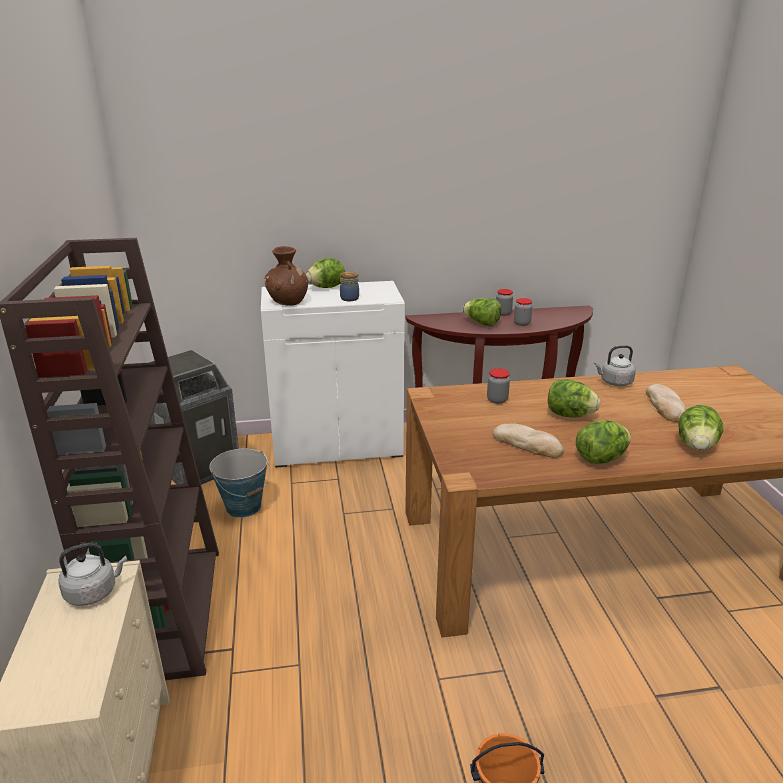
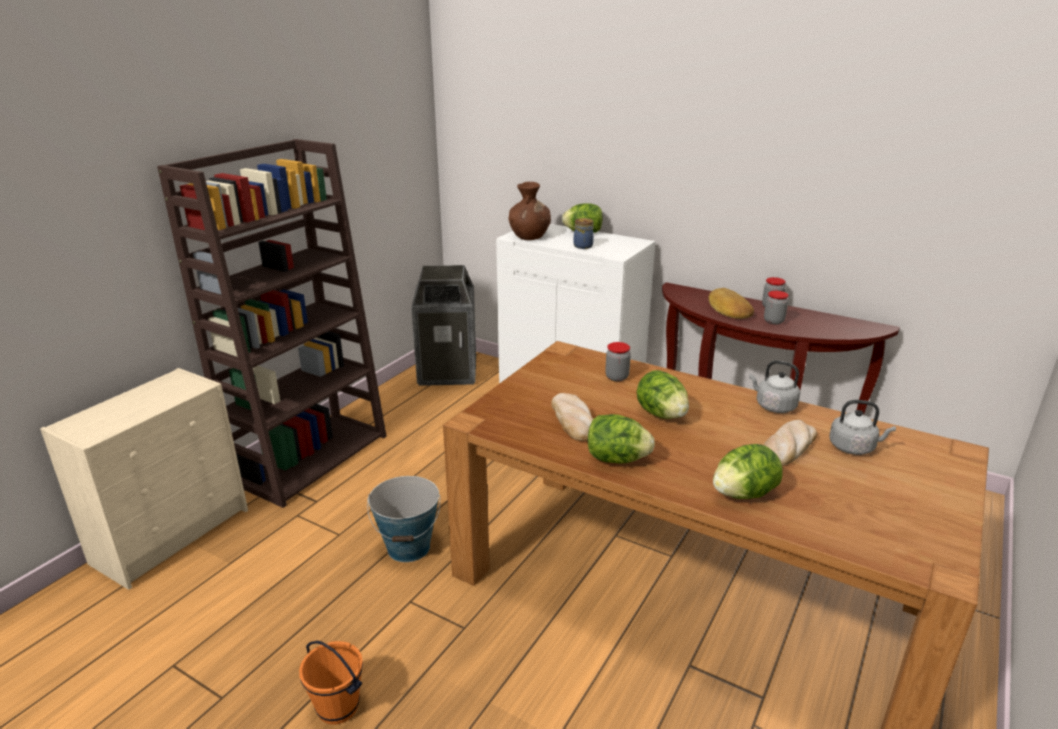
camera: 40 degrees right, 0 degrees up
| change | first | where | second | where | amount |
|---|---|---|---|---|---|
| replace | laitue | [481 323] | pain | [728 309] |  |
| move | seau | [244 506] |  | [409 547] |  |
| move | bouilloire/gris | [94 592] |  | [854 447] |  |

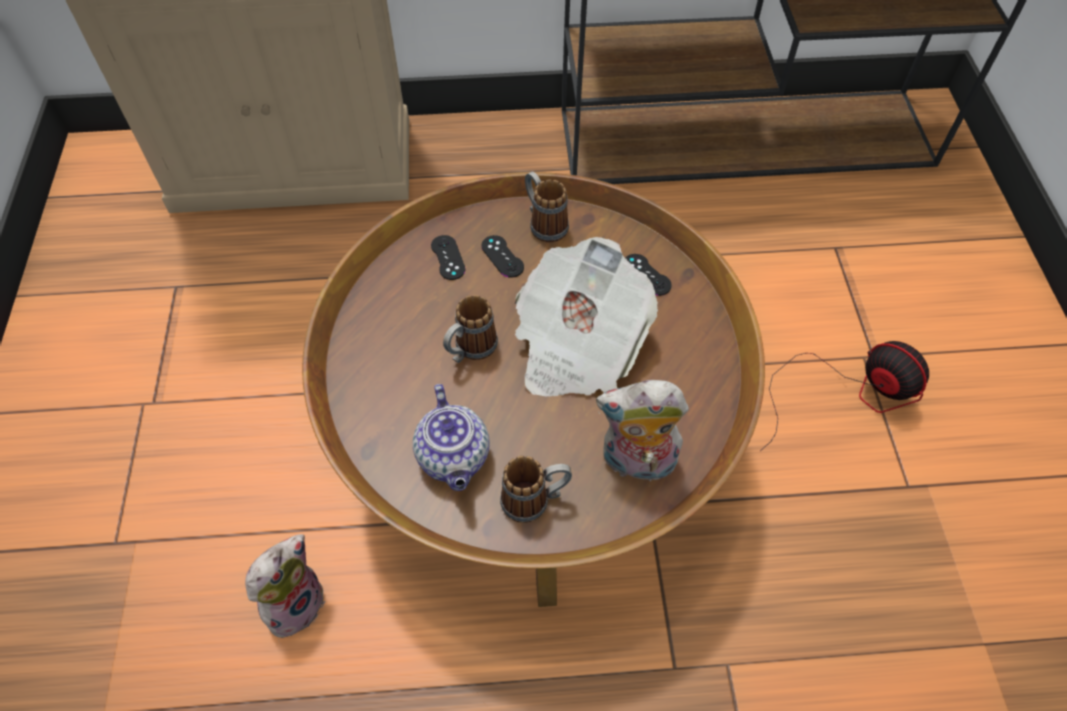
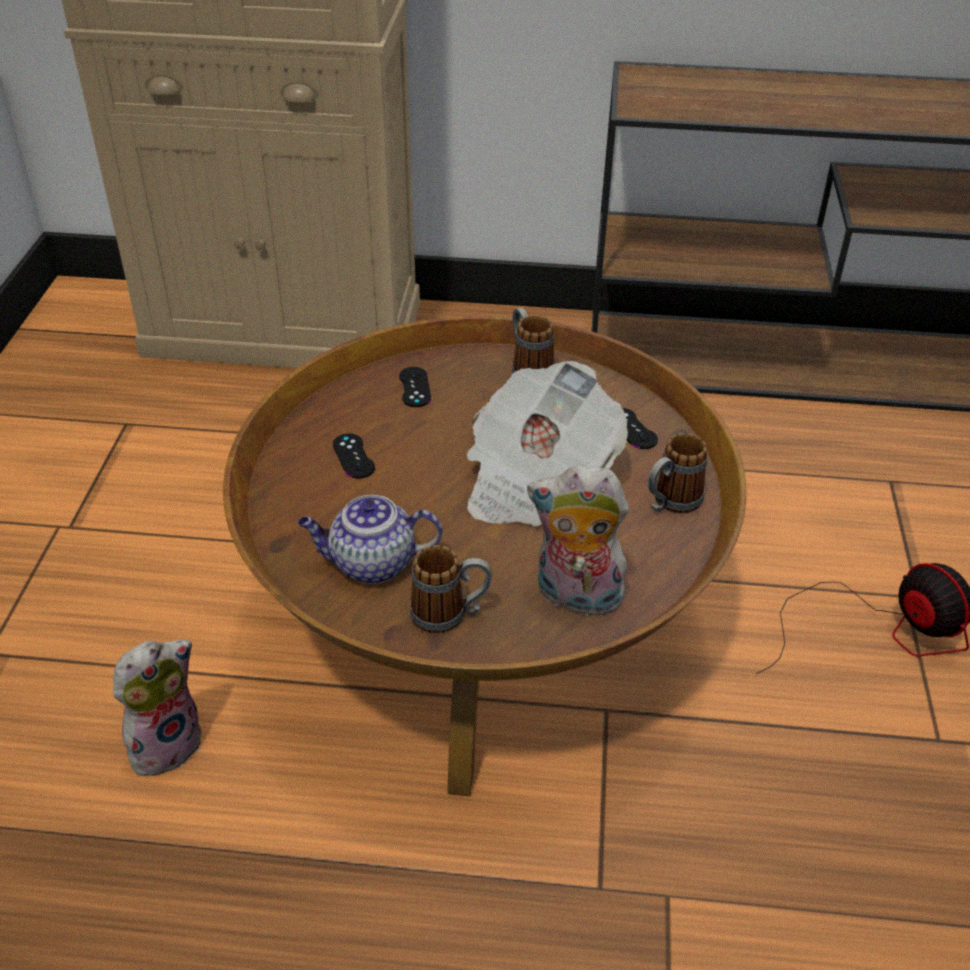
camera: 10 degrees right, 15 degrees down
| change | first | where | second | where | amount |
|---|---|---|---|---|---|
| move | manette/noir | [502 256] |  | [353 456] |  |
| move | mug | [470 350] |  | [670 503] |  |
| rotate | théière | [455 458] |  | [371 564] | 90 degrees clockwise |

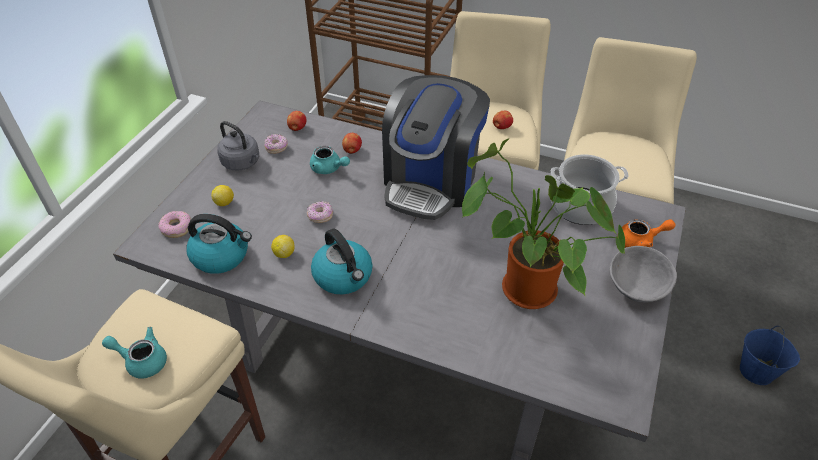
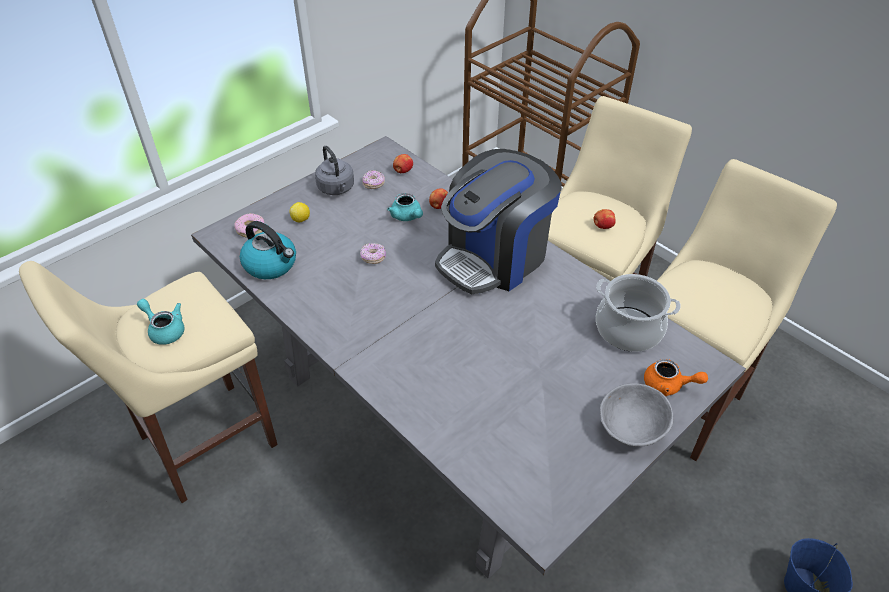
camera: 25 degrees right, 0 degrees up
| change | first | where | second | where | amount |
|---|---|---|---|---|---|
| delete | plante en pot | [522 290] |  |  |  |
| delete | bouilloire | [343 276] |  |  |  |
| delete | citron | [284 253] |  |  |  |

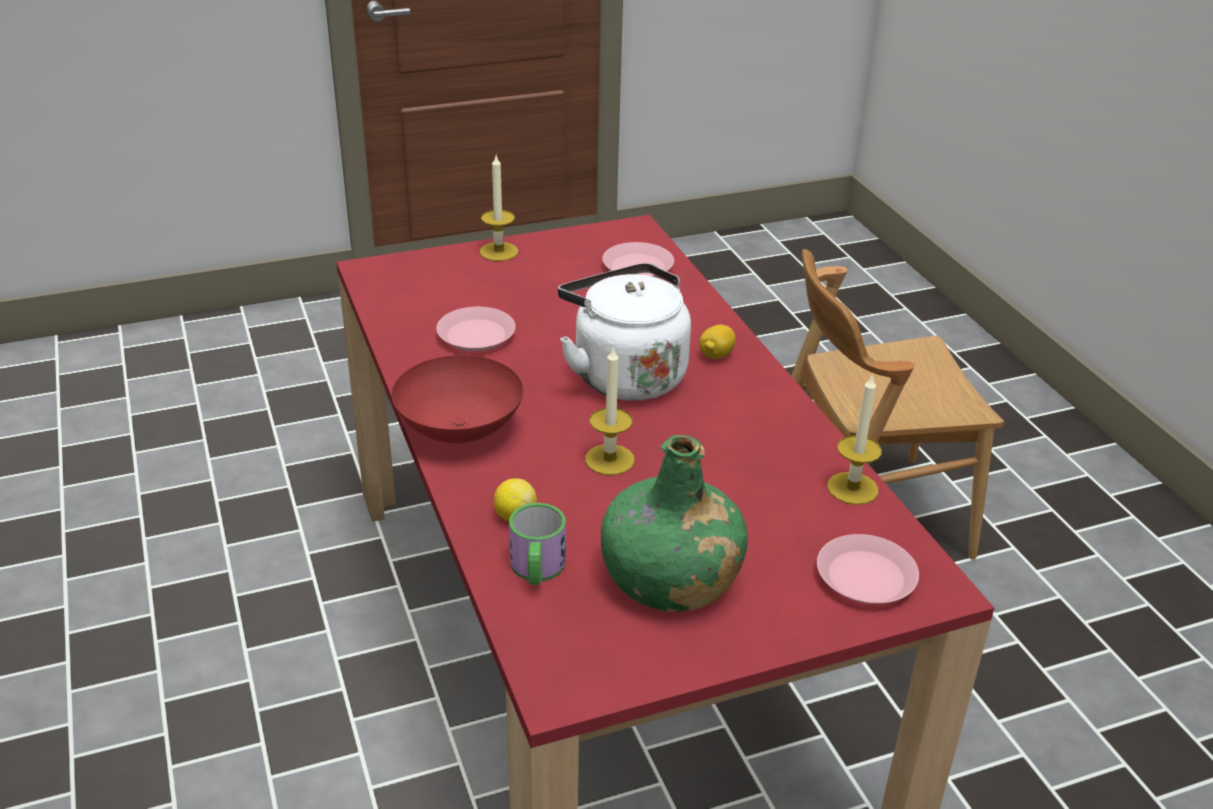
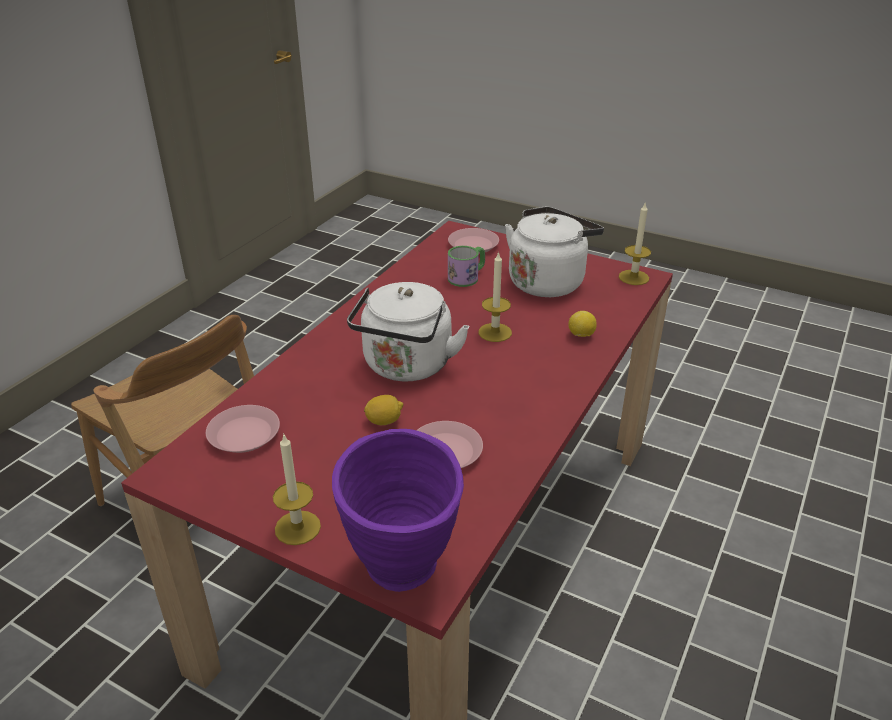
camera: 130 degrees left, 0 degrees up
| change | first | where | second | where | amount |
|---|---|---|---|---|---|
| move | citron | [716 355] |  | [384 421] |  |
| delete | bol/rouge | [461 431] |  |  |  |
| move | bougie | [852 488] |  | [633 277] |  |
| replace | bouteille/vert | [670 578] | bouilloire/blanc | [548 281] |  |
| move | mug | [537 570] |  | [467 277] |  |
| insert |  |  | vase/violet | [404 577] |  |

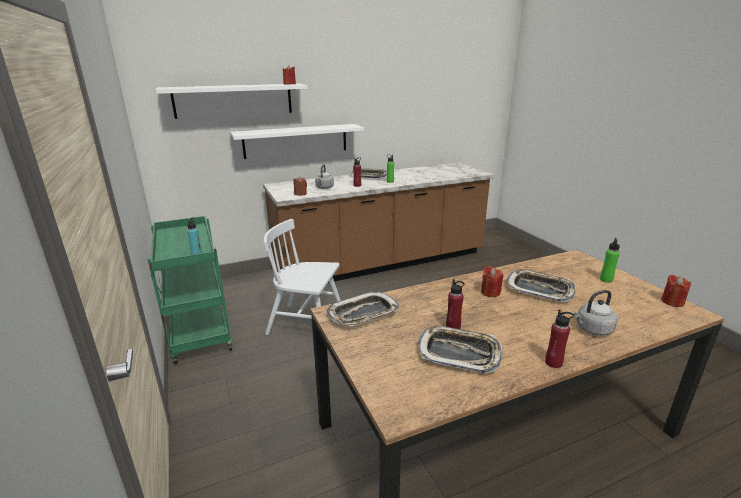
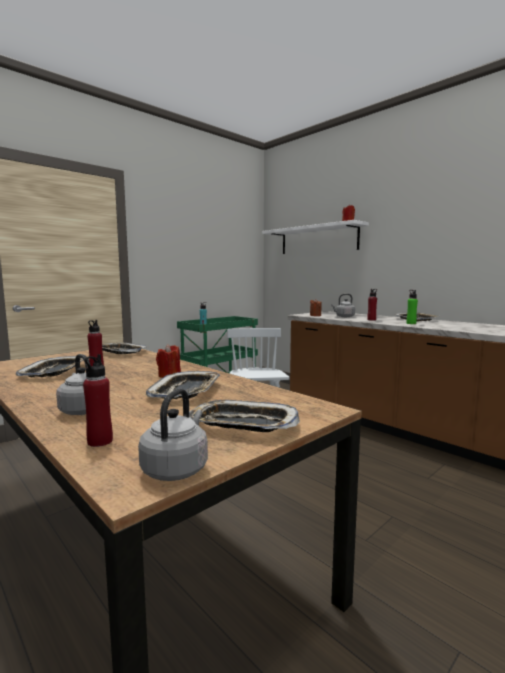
camera: 70 degrees right, 15 degrees down
| change | first | where | second | where | amount |
|---|---|---|---|---|---|
| delete | étagère/blanc | [296 141] |  |  |  |
| replace | bouteille/vert | [606 279] | plateau | [243 423] |  |
| replace | bougie/rouge | [672 302] | bouilloire/gris | [176 468] |  |
| move | bouteille/rouge | [553 363] |  | [100 441] |  |

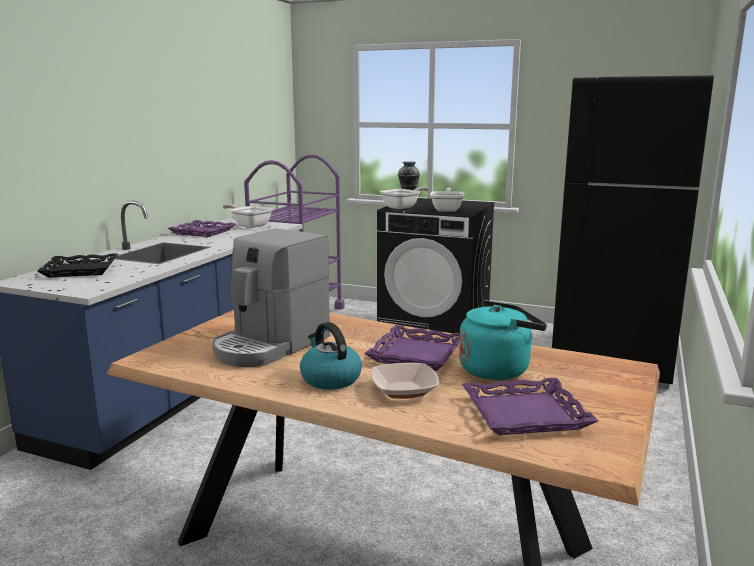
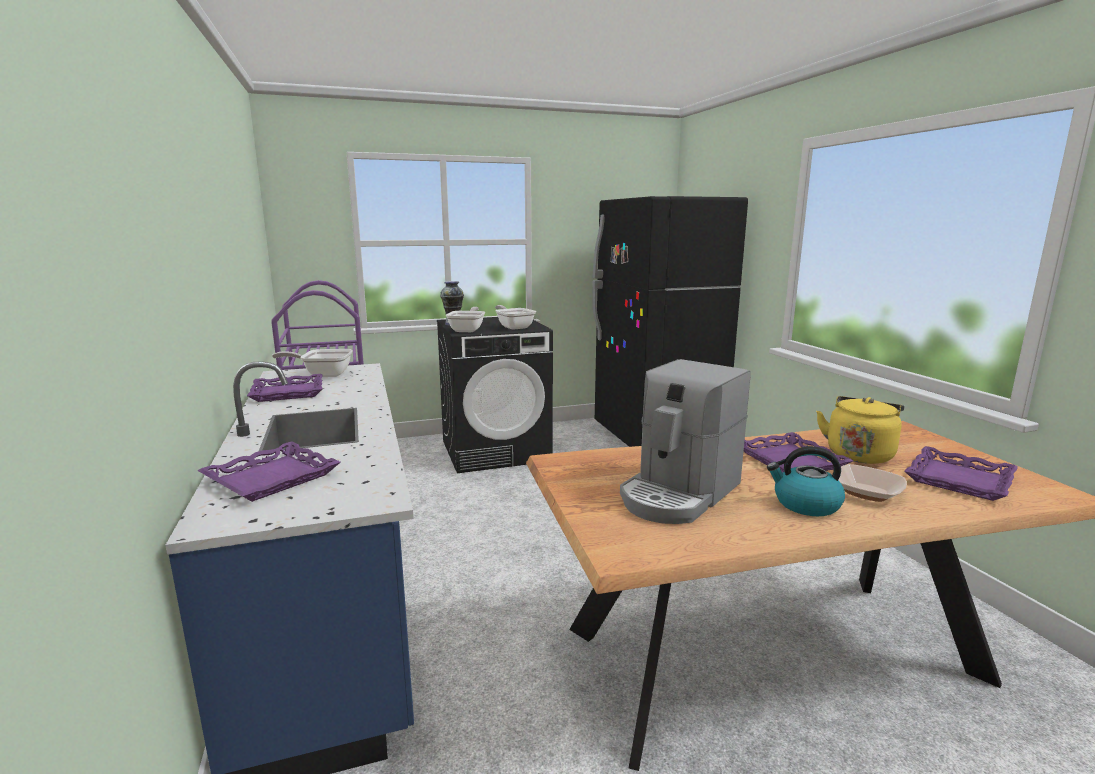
camera: 40 degrees left, 0 degrees up
| change | first | where | second | where | amount |
|---|---|---|---|---|---|
| rotate | machine à café | [270 345] |  | [679 494] | 45 degrees clockwise |
| recolor | plateau/noir | [81 270] | plateau/violet | [271 478] |  |
| recolor | bouilloire/turquoise | [497 369] | bouilloire/jaune | [859 454] |  |

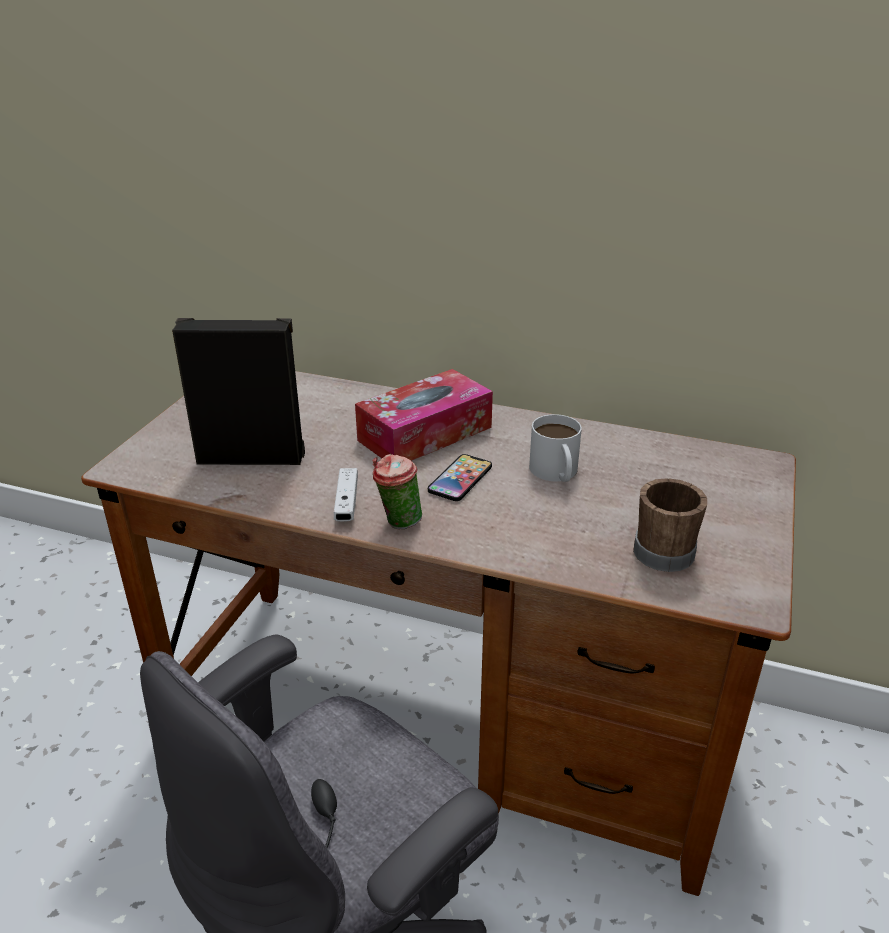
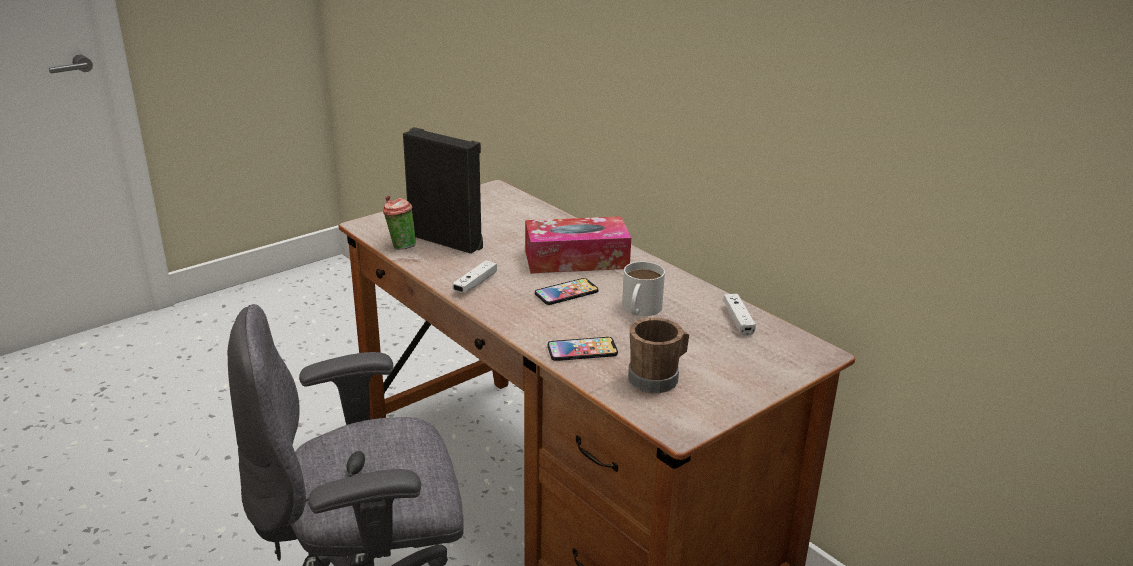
camera: 30 degrees right, 5 degrees down
| change | first | where | second | where | amount |
|---|---|---|---|---|---|
| move | tasse | [397 522] |  | [400 247] |  |
| insert |  |  | manette/blanc | [738 320] |  |
| insert |  |  | téléphone | [582 350] |  |

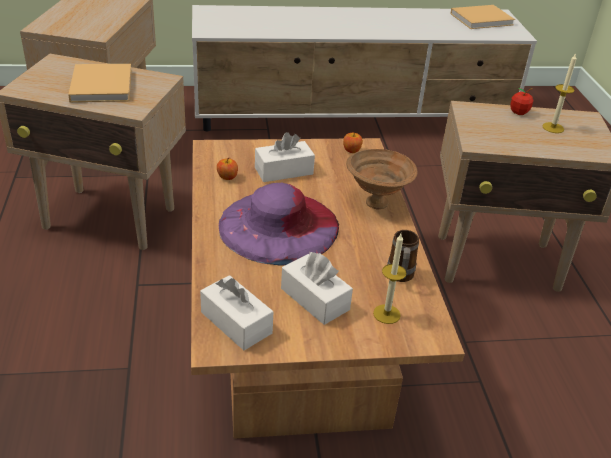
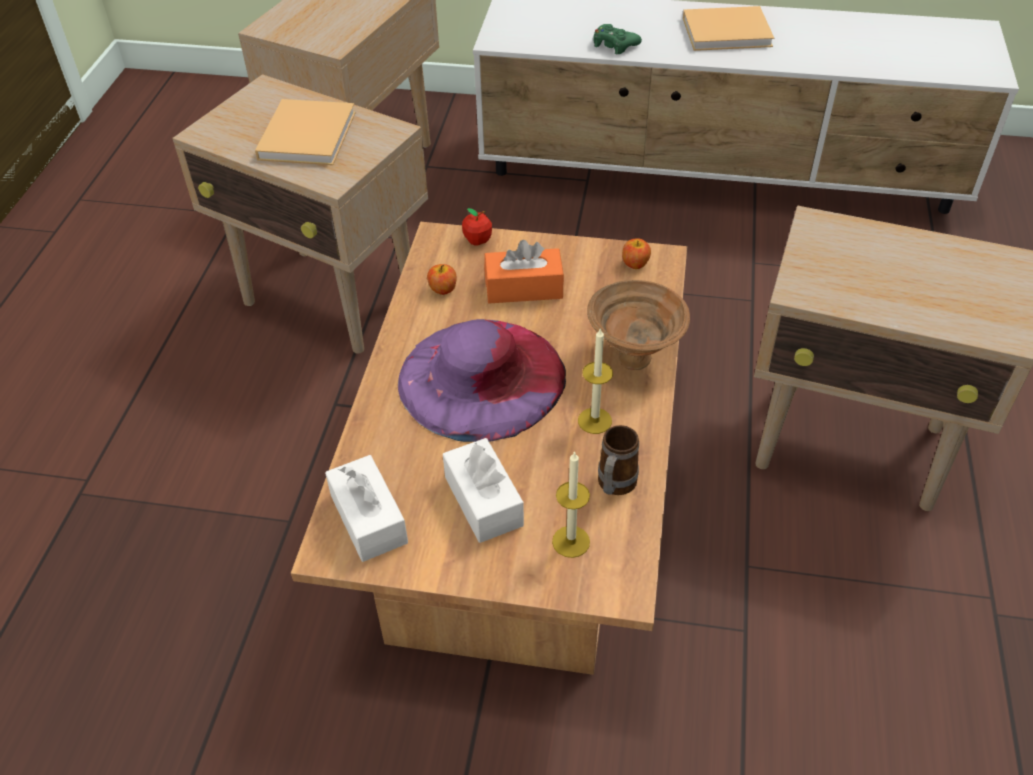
camera: 20 degrees right, 10 degrees up
| change | first | where | second | where | amount |
|---|---|---|---|---|---|
| move | livre/beige | [483 19] |  | [729 32] |  |
| move | bougie | [553 127] |  | [594 420] |  |
| move | pomme | [518 113] |  | [477 240] |  |
| recolor | boîte à mouchoirs/blanc | [284 171] | boîte à mouchoirs/orange | [524 288] |  |
| insert |  |  | manette/vert | [614 45] |  |

